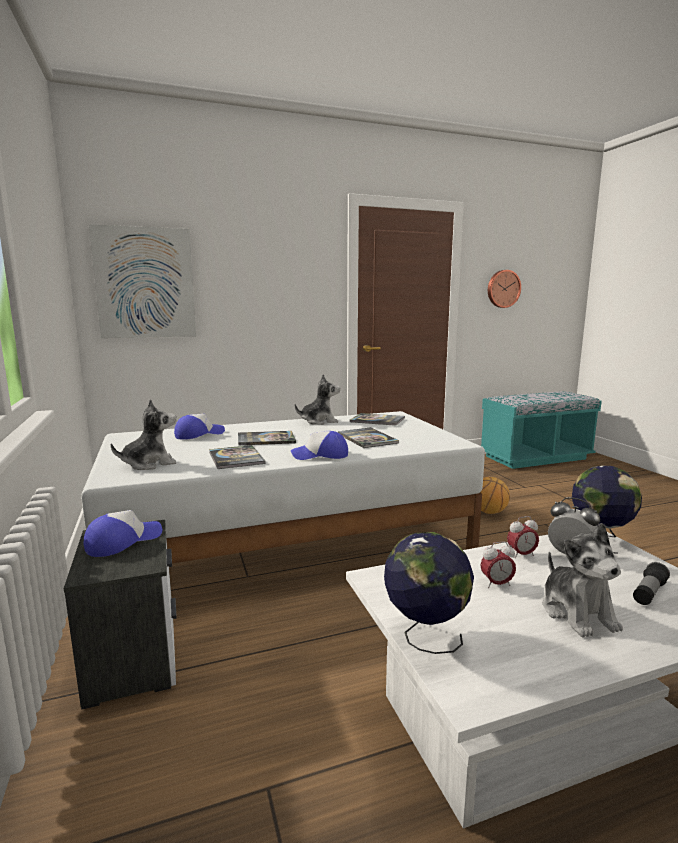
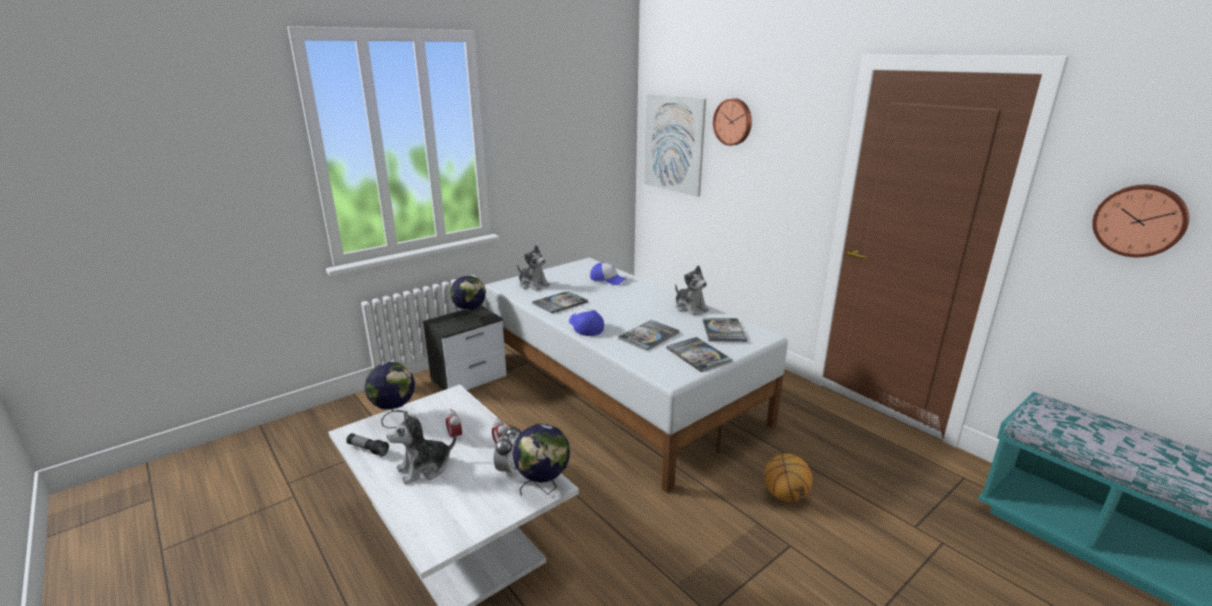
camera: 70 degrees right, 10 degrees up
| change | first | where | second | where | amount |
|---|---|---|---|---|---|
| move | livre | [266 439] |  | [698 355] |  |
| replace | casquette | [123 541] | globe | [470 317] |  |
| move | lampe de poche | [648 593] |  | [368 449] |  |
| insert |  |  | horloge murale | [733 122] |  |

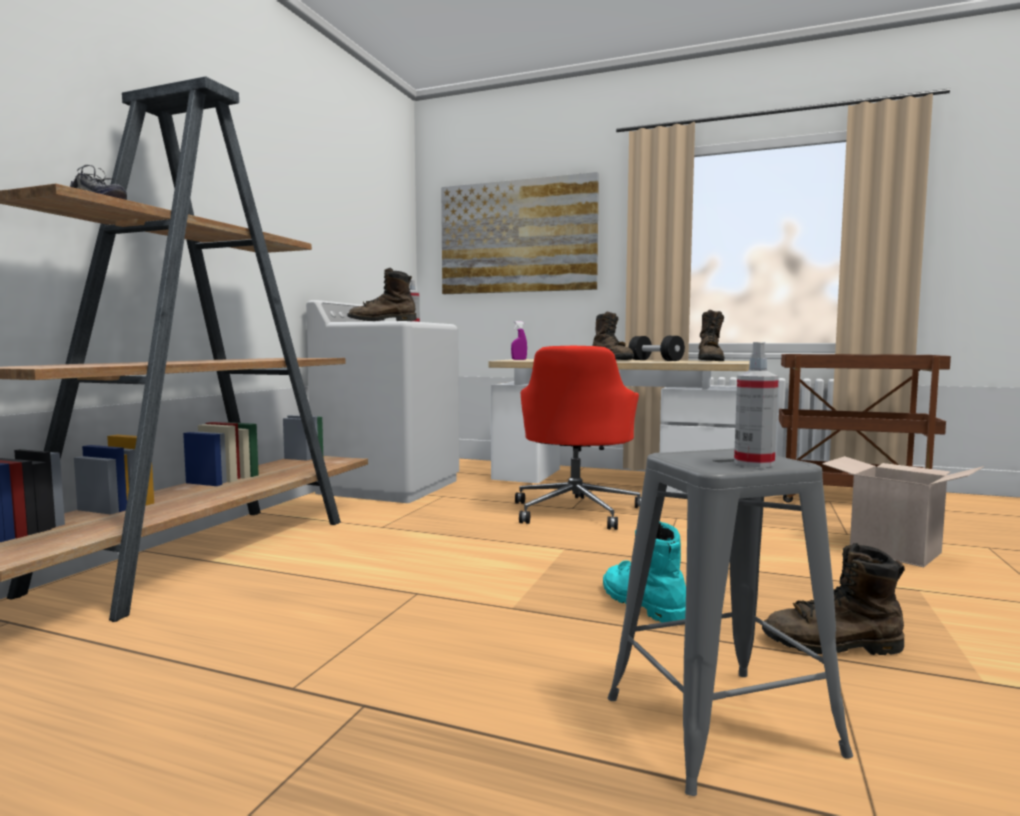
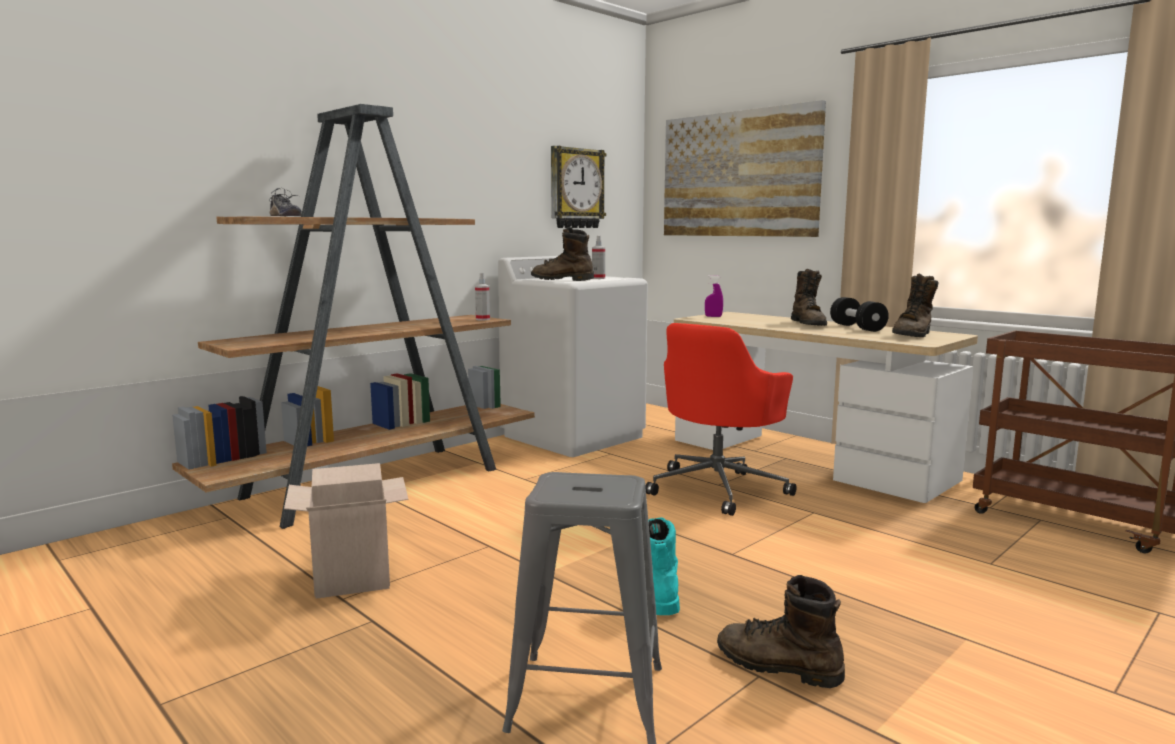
camera: 25 degrees right, 5 degrees up
| change | first | where | second | where | amount |
|---|---|---|---|---|---|
| move | vaporisateur | [754 463] |  | [483 319] |  |
| move | carton | [895 551] |  | [352 577] |  |
| insert |  |  | horloge murale | [576 188] |  |

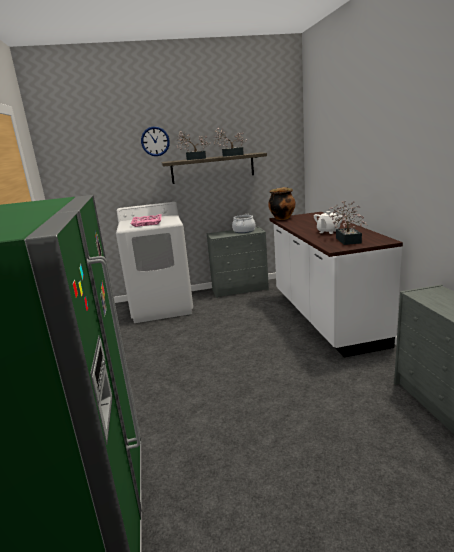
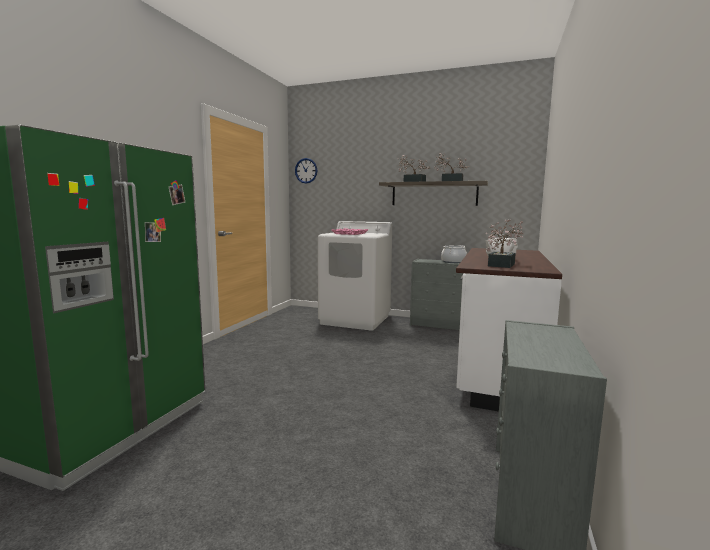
camera: 30 degrees right, 10 degrees down
| change | first | where | second | where | amount |
|---|---|---|---|---|---|
| move | horloge murale | [155 141] |  | [306 170] |  |
| delete | marmite | [282 218] |  |  |  |

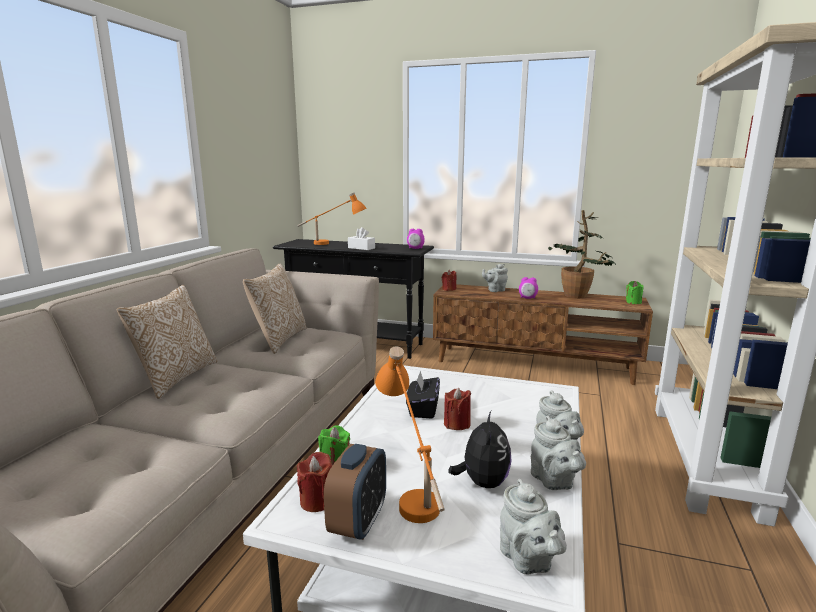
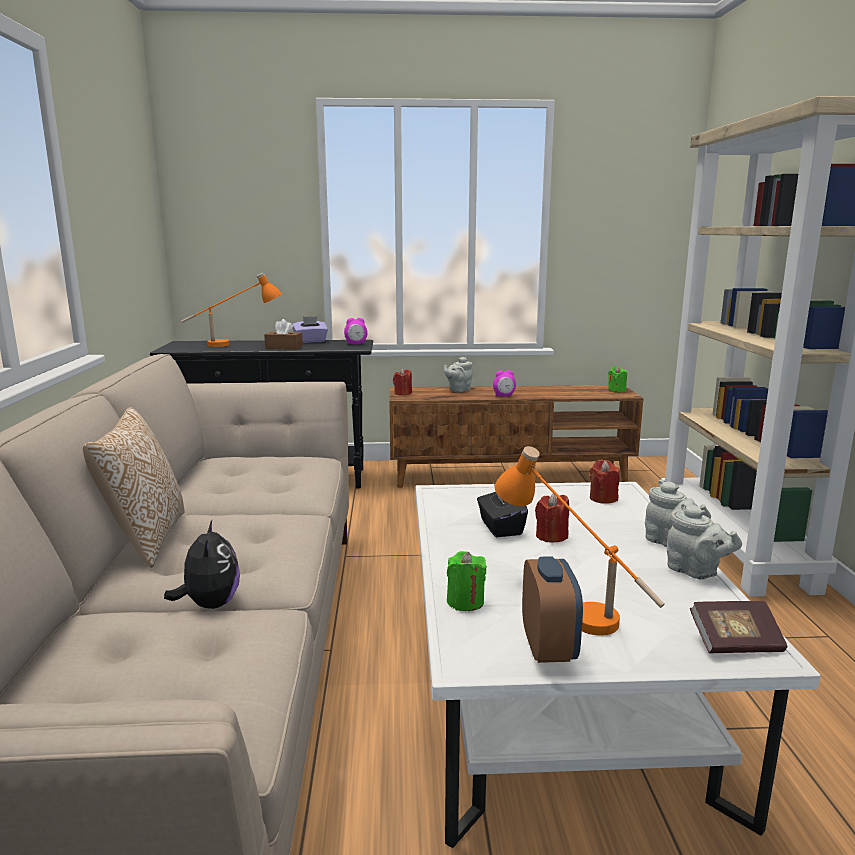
camera: 20 degrees left, 0 degrees up
| change | first | where | second | where | amount |
|---|---|---|---|---|---|
| delete | plante en pot | [578 297] |  |  |  |
| recolor | boîte à mouchoirs/blanc | [361 248] | boîte à mouchoirs/marron | [284 347] |  |
| delete | coussin | [279 339] |  |  |  |
| move | peluche | [482 482] |  | [210 604] |  |
| move | bougie/rouge | [317 501] |  | [603 498] |  |
| replace | théière/gris | [528 560] | livre | [735 643] |  |
| insert |  |  | boîte à mouchoirs/violet | [310 341] |  |

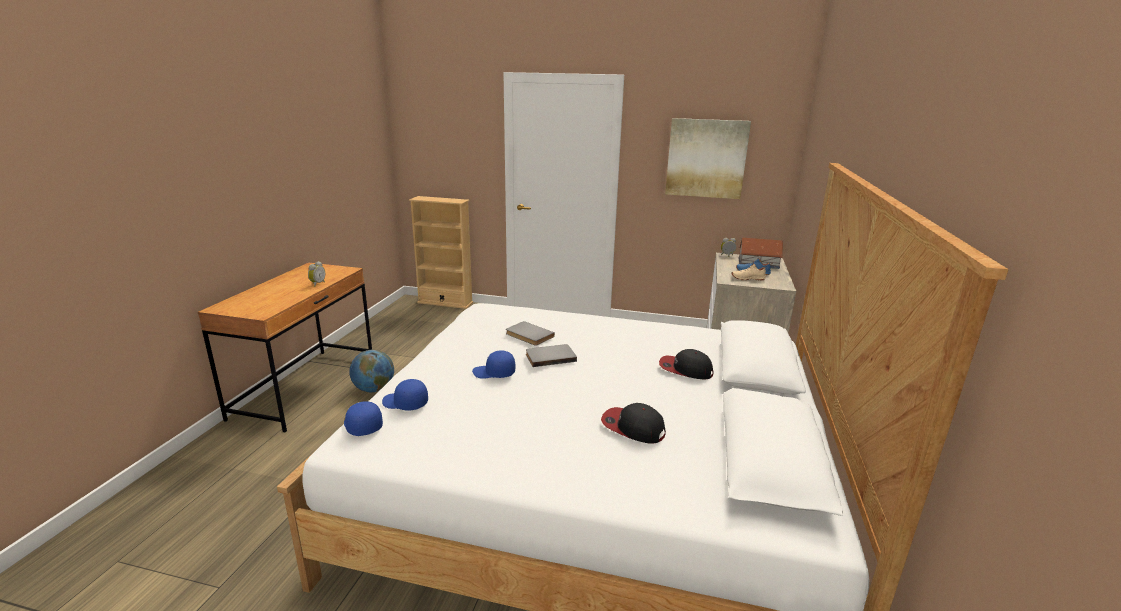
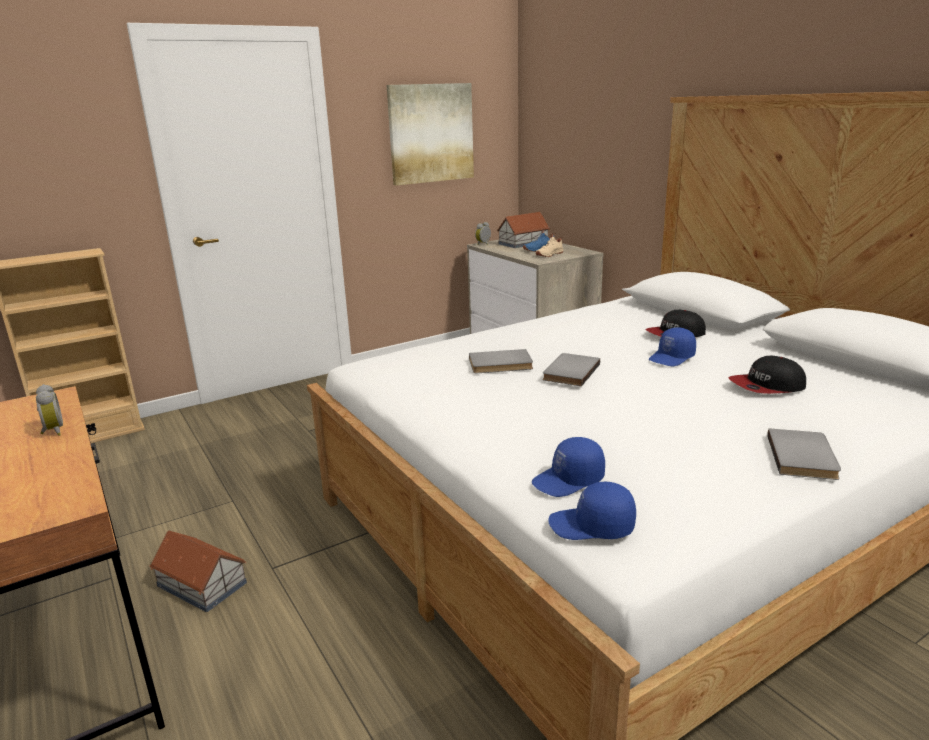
camera: 45 degrees left, 0 degrees up
| change | first | where | second | where | amount |
|---|---|---|---|---|---|
| replace | globe | [374 389] | maison miniature | [202 583] |  |
| move | casquette/bleu | [494 373] |  | [672 358] |  |
| insert |  |  | livre/gris | [804 457] |  |

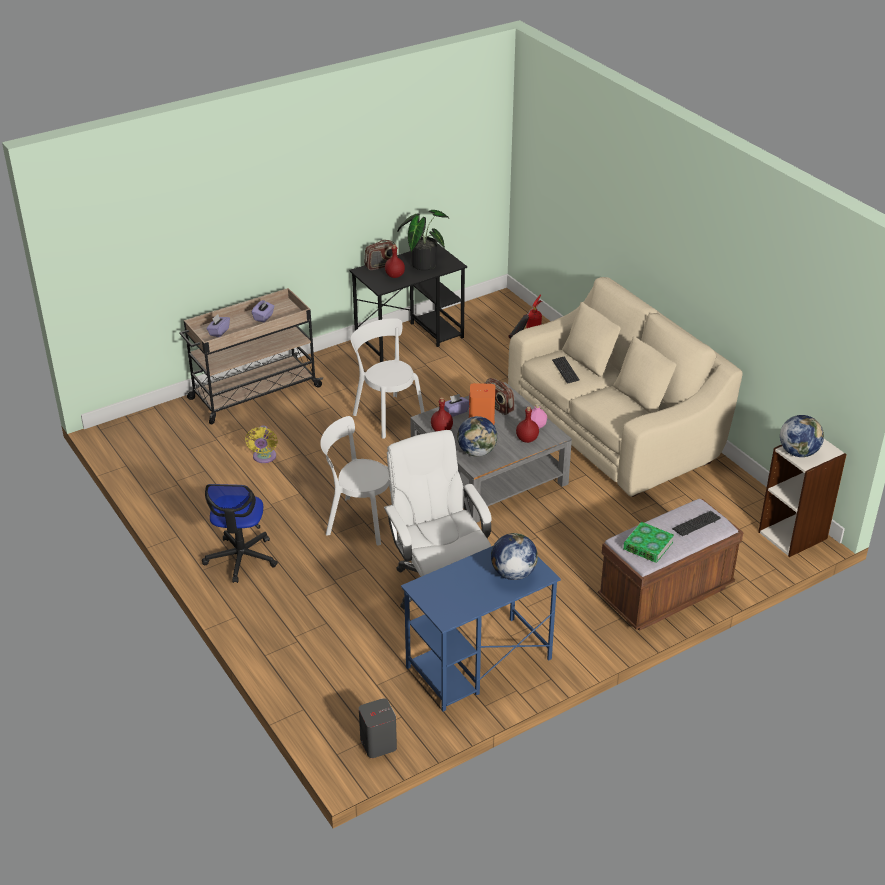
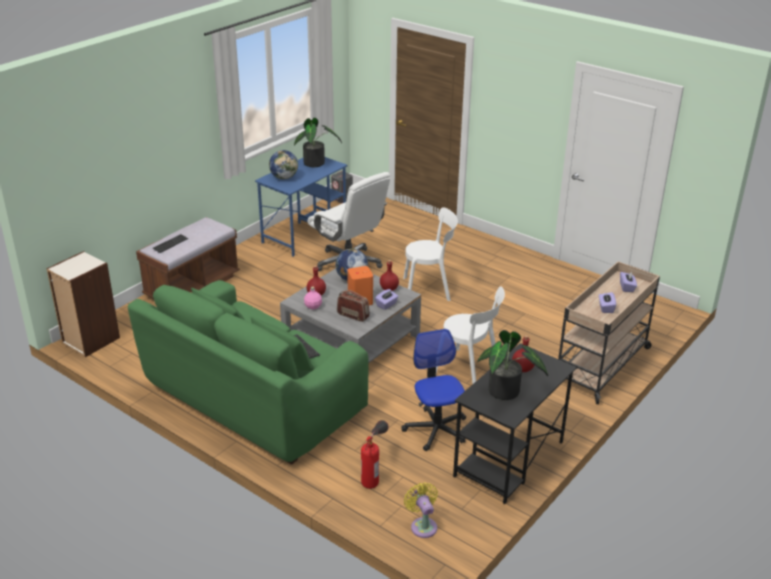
camera: 160 degrees right, 5 degrees down
| change | first | where | second | where | amount |
|---|---|---|---|---|---|
| delete | radio | [381 265] |  |  |  |
| recolor | canapé/beige | [613 429] | canapé/vert | [254 400] |  |
| delete | globe | [798 452] |  |  |  |
| move | ventilateur/jaune | [264 457] |  | [423 525] |  |
| move | chaise de bureau | [241 558] |  | [436 429] |  |
| delete | livre | [648 546] |  |  |  |
| insert |  |  | plante en pot | [316 163] |  |

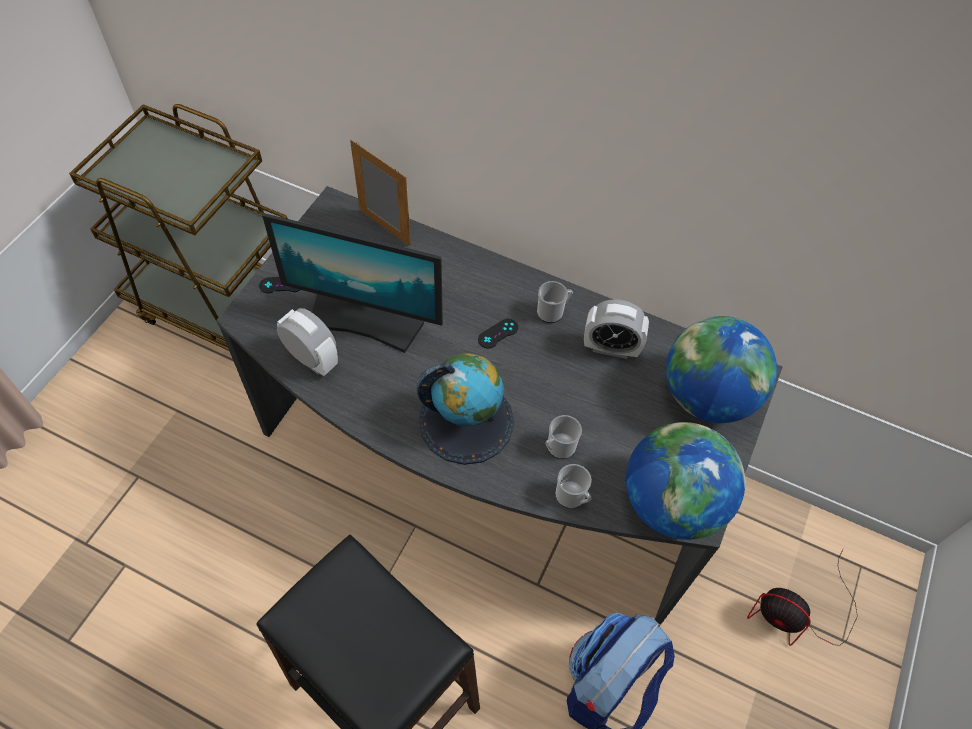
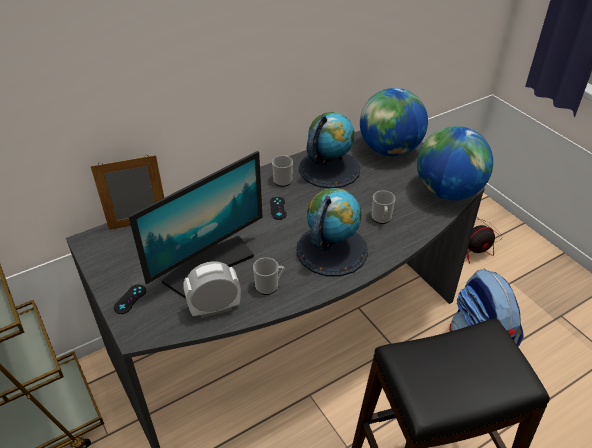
camera: 55 degrees left, 15 degrees down
| change | first | where | second | where | amount |
|---|---|---|---|---|---|
| replace | réveil | [610 348] | globe | [329 169] |  |
| move | mug | [572 498] |  | [269 286] |  |

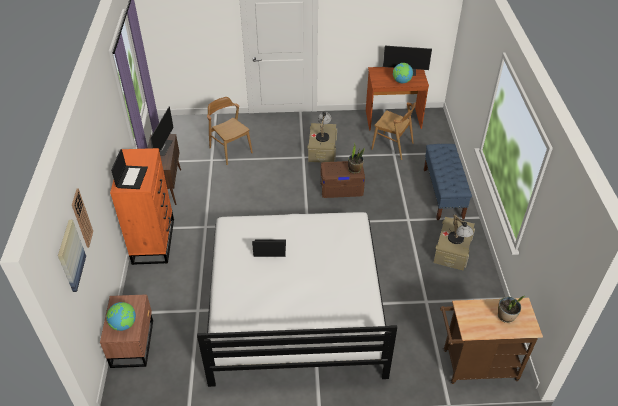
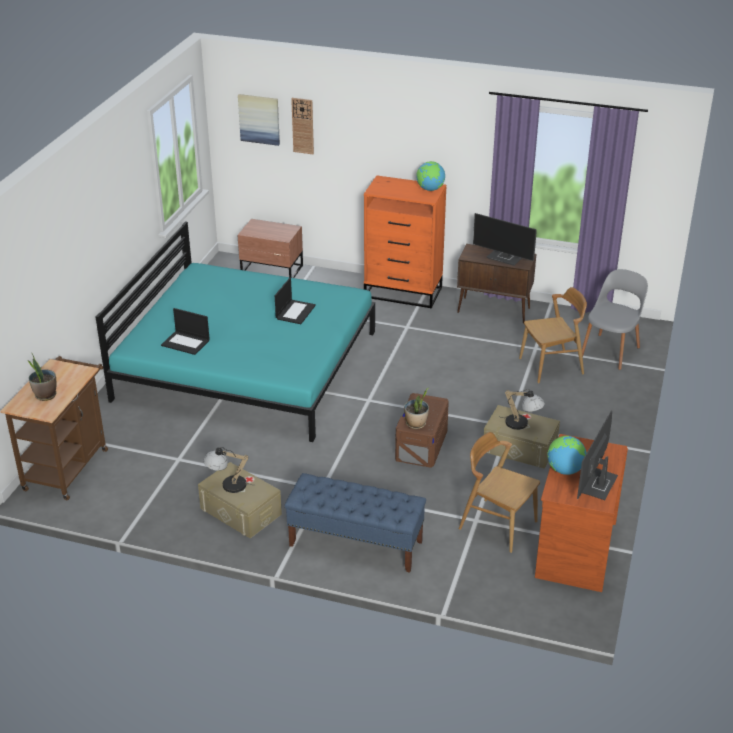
camera: 110 degrees right, 10 degrees down
| change | first | where | second | where | amount |
|---|---|---|---|---|---|
| rotate | chaise/marron | [392 146] |  | [497 525] | 75 degrees clockwise |
| move | ordinateur portable | [131 177] |  | [186 343] |  |
| recolor | lit/blanc | [295 305] | lit/turquoise | [247 365] |  |
| move | globe | [124 324] |  | [430 189] |  |
| insert |  |  | chaise/gris | [610 351] |  |

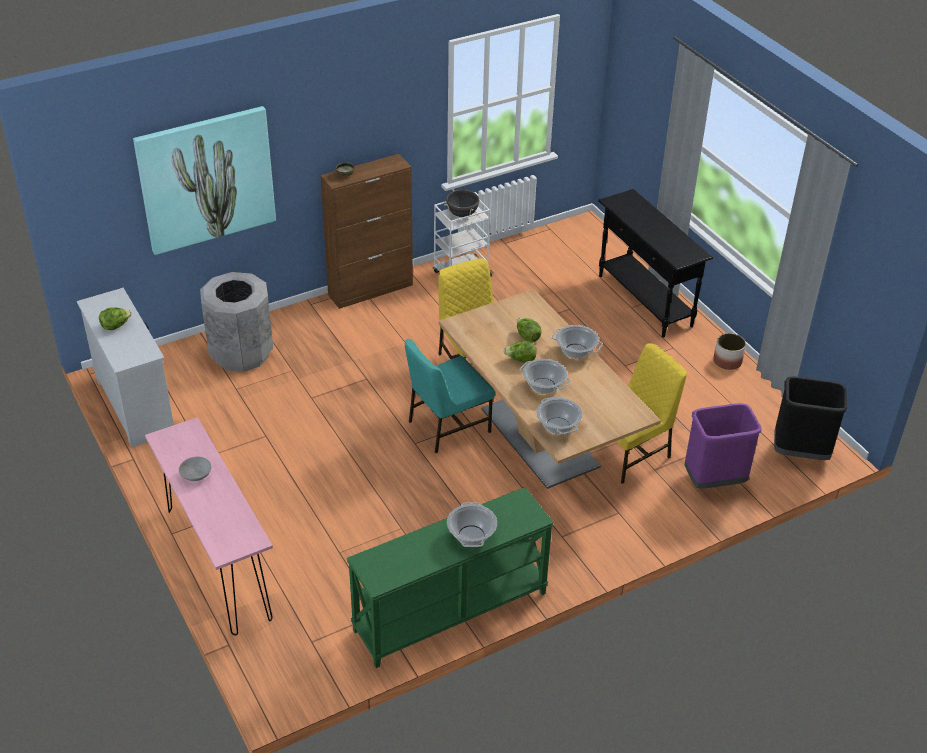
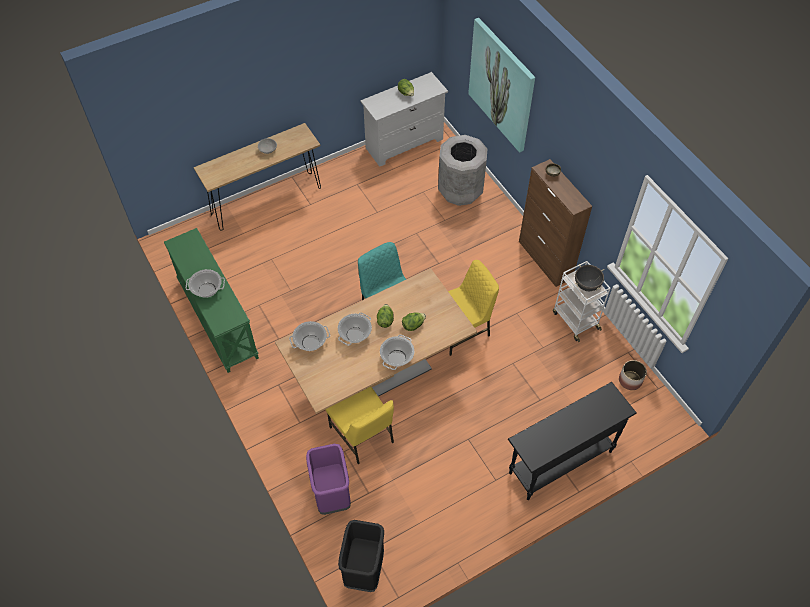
camera: 90 degrees right, 15 degrees up
| change | first | where | second | where | amount |
|---|---|---|---|---|---|
| move | cache-pot | [727 361] |  | [630 380] |  |
| recolor | table console/rose | [218 563] | table console/marron | [266 201] |  |

